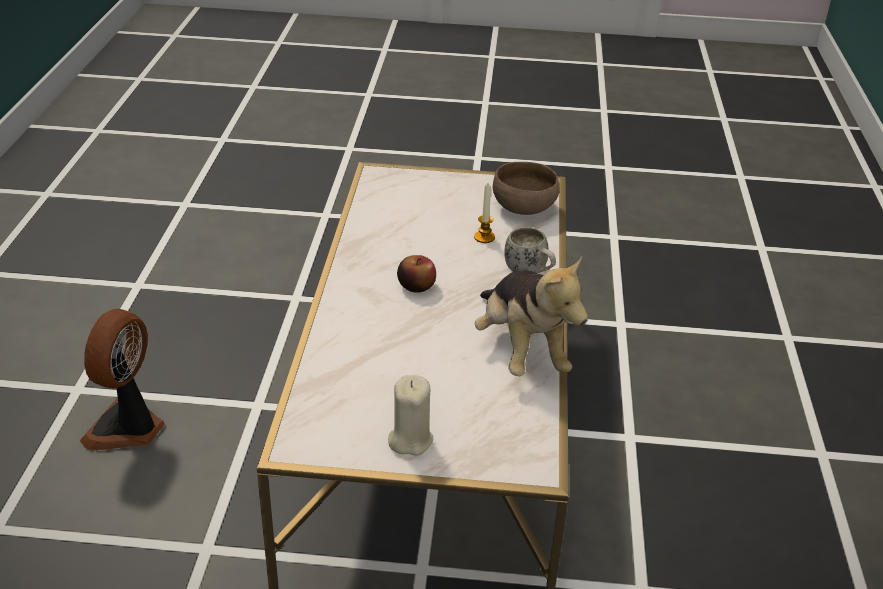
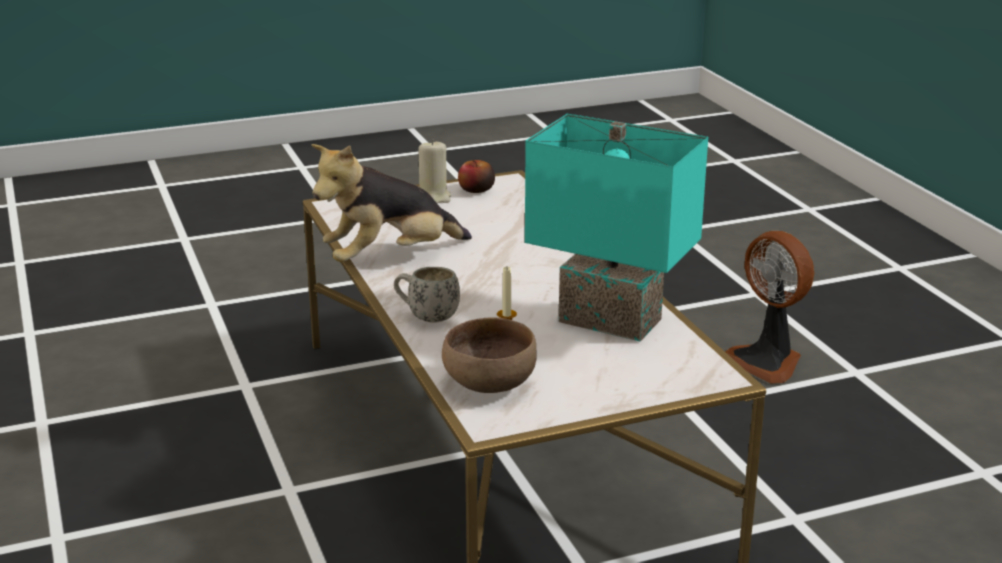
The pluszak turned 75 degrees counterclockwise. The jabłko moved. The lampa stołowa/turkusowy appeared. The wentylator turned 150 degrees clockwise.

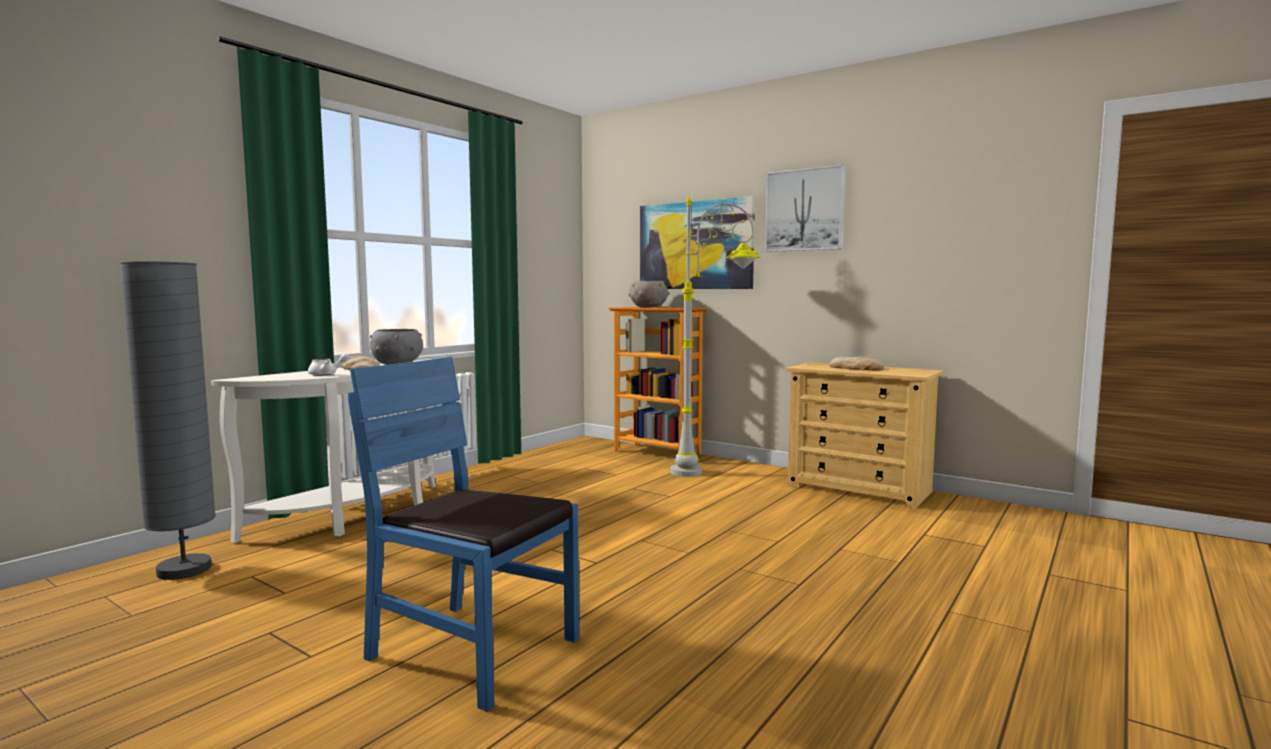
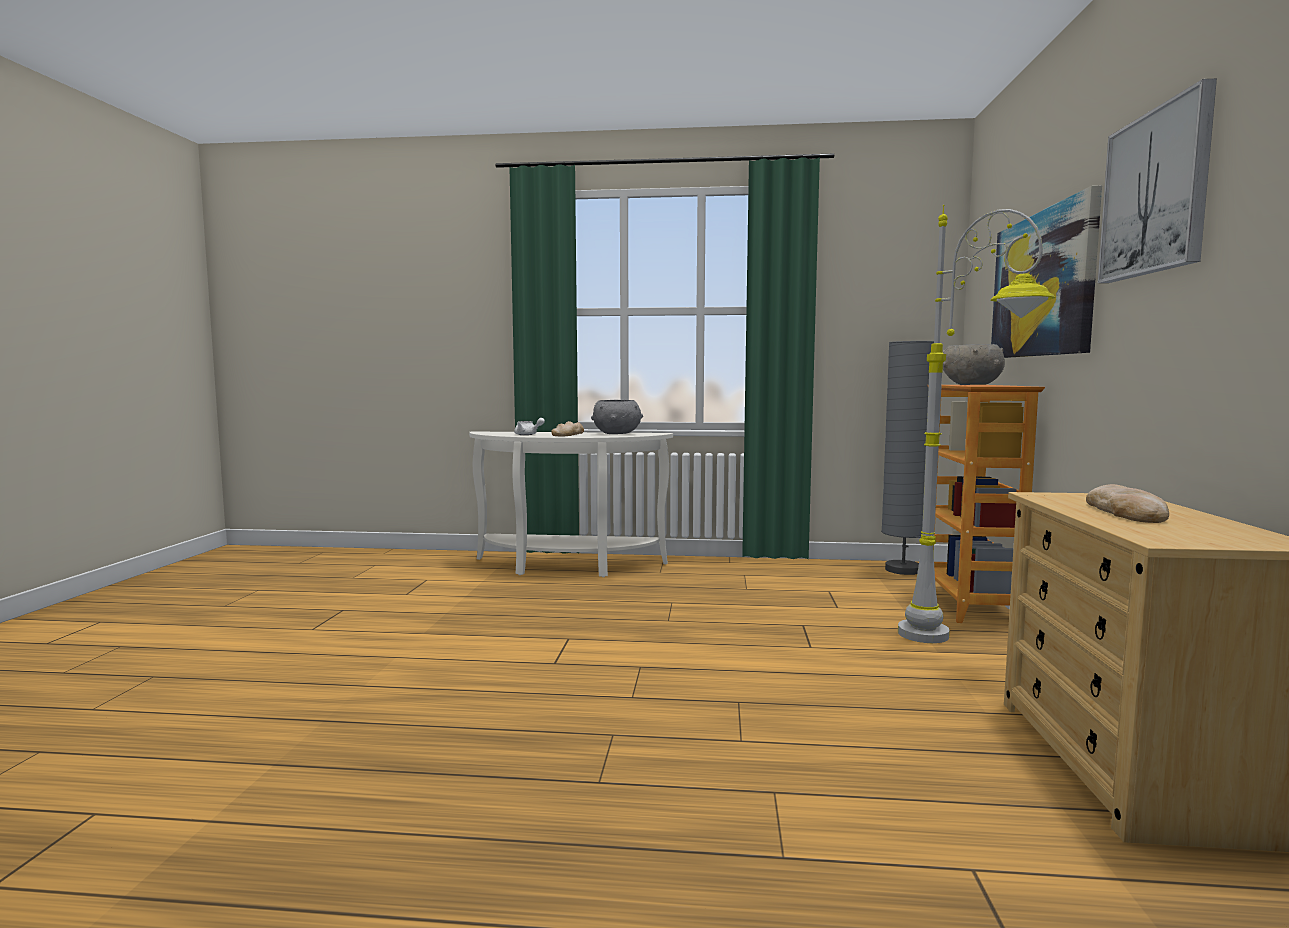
The lampa stojąca/szary (no. 1 from left) moved. The krzesło/niebieski disappeared.

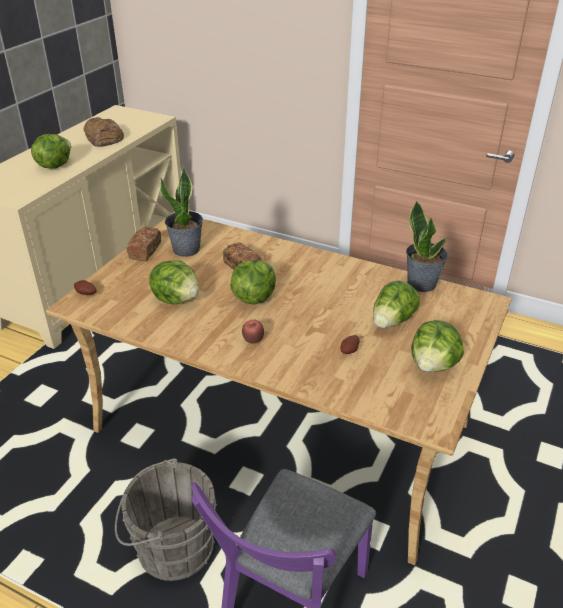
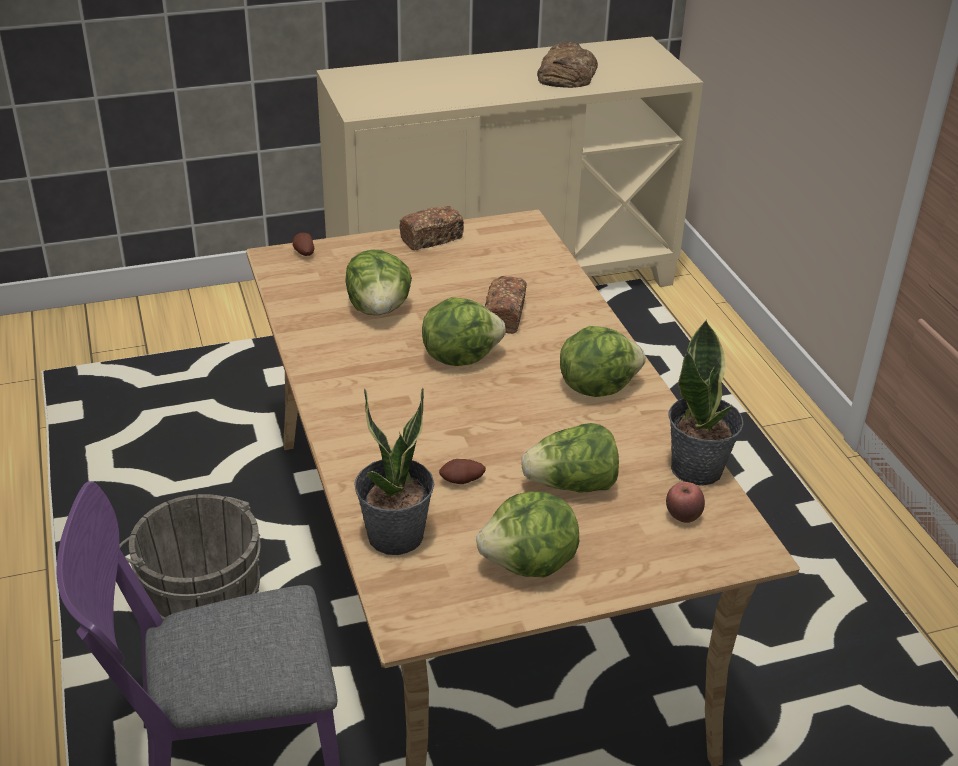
The roślina doniczkowa (no. 1 from left) moved. The sałata (no. 1 from left in the first image) moved. The jabłko moved.

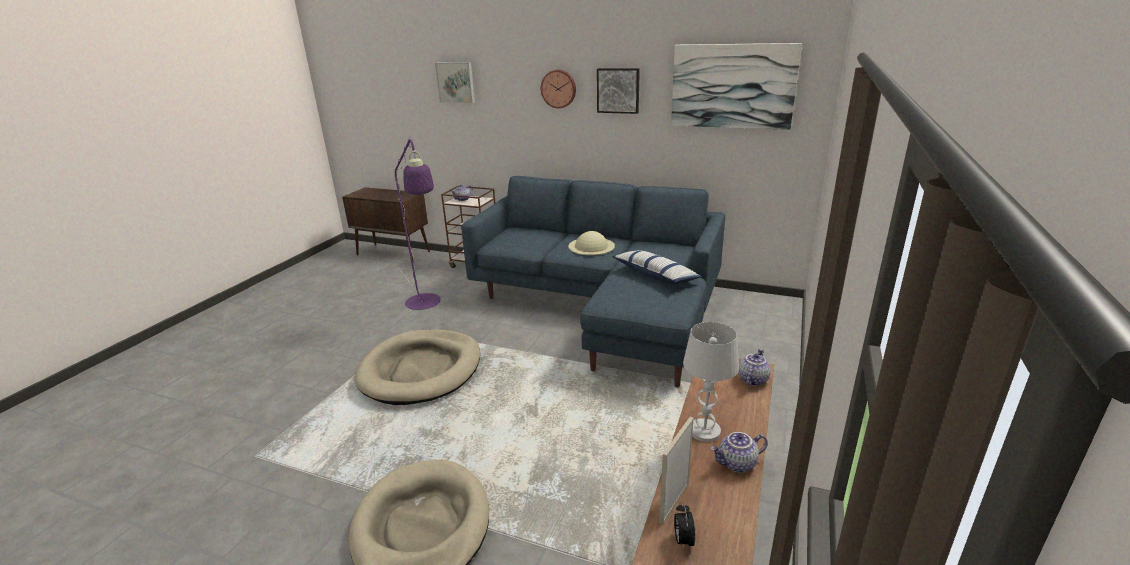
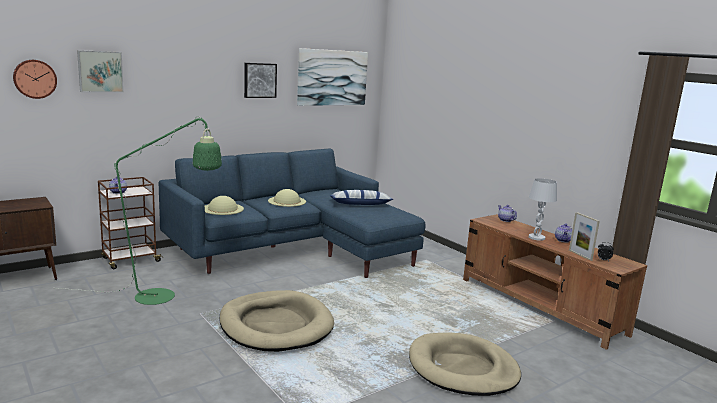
The zegar ścienny moved. The lampa stojąca/fioletowy became the lampa stojąca/zielony. The kapelusz/beżowy (no. 1 from left) appeared.

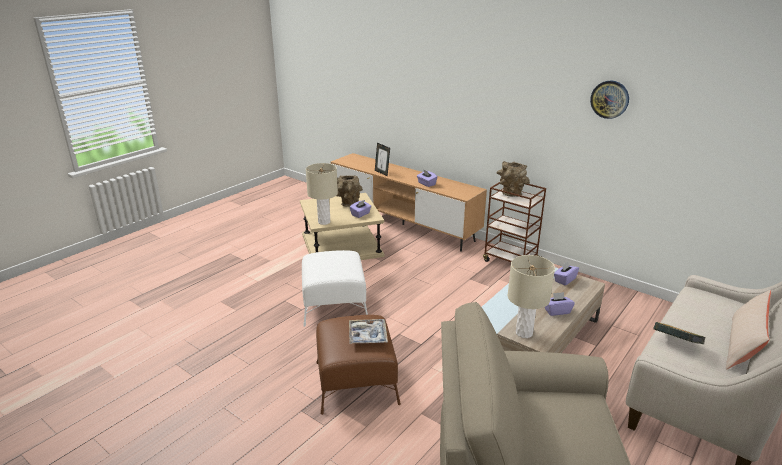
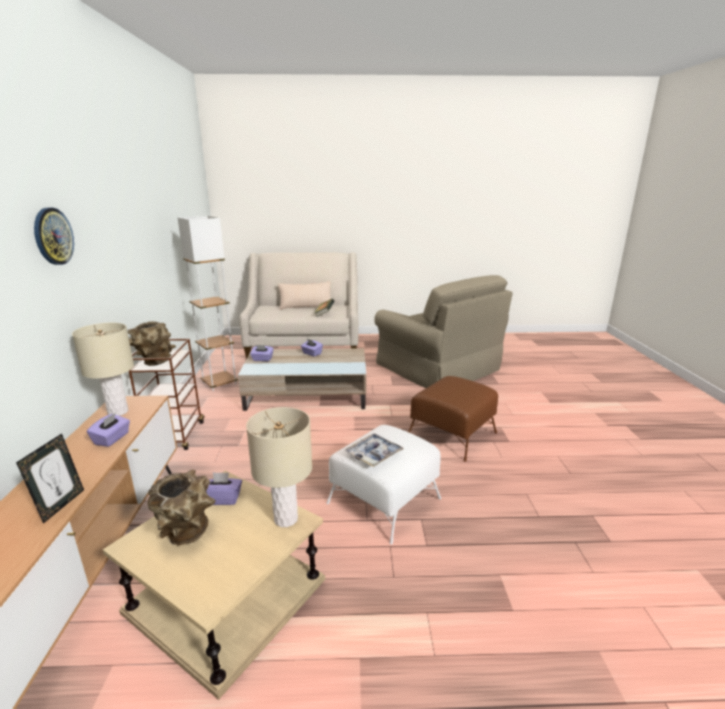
The zegar ścienny moved. The lampa stołowa/beżowy (no. 2 from left in the first image) moved. The lampa stojąca/biały appeared. The taca moved.

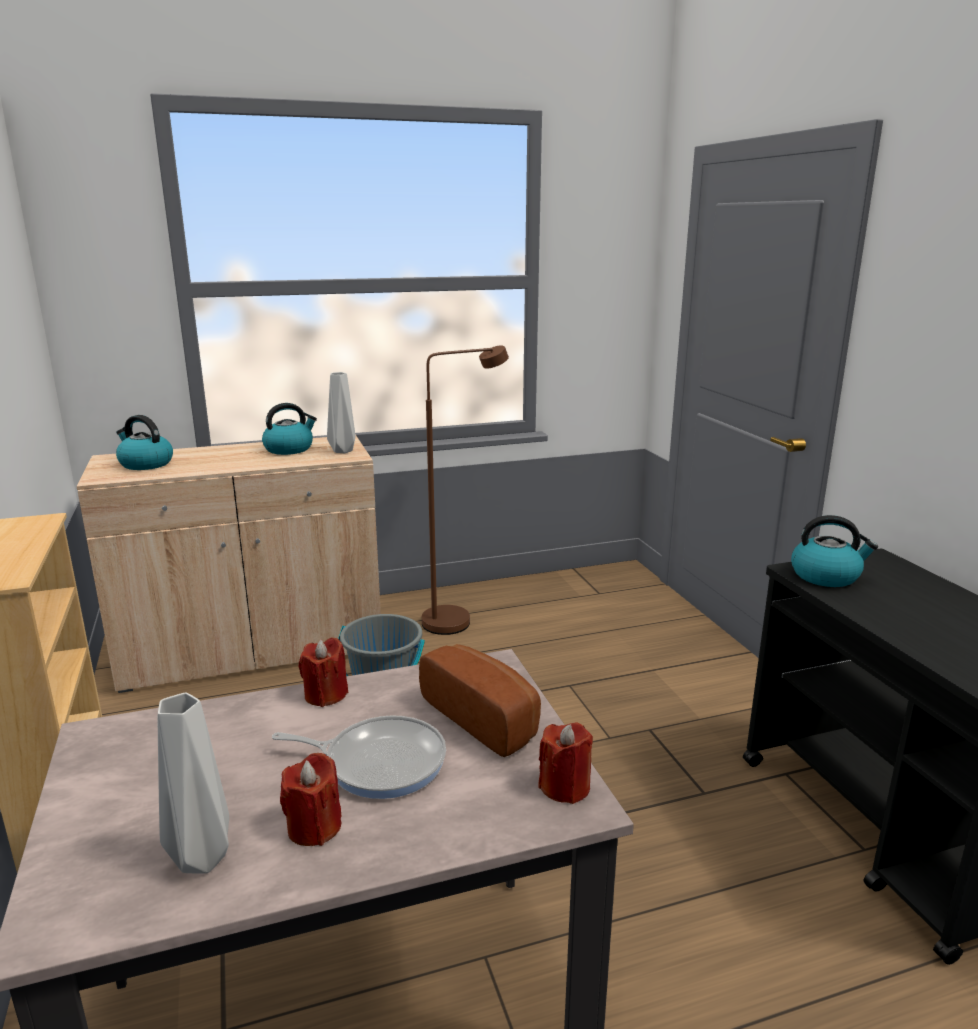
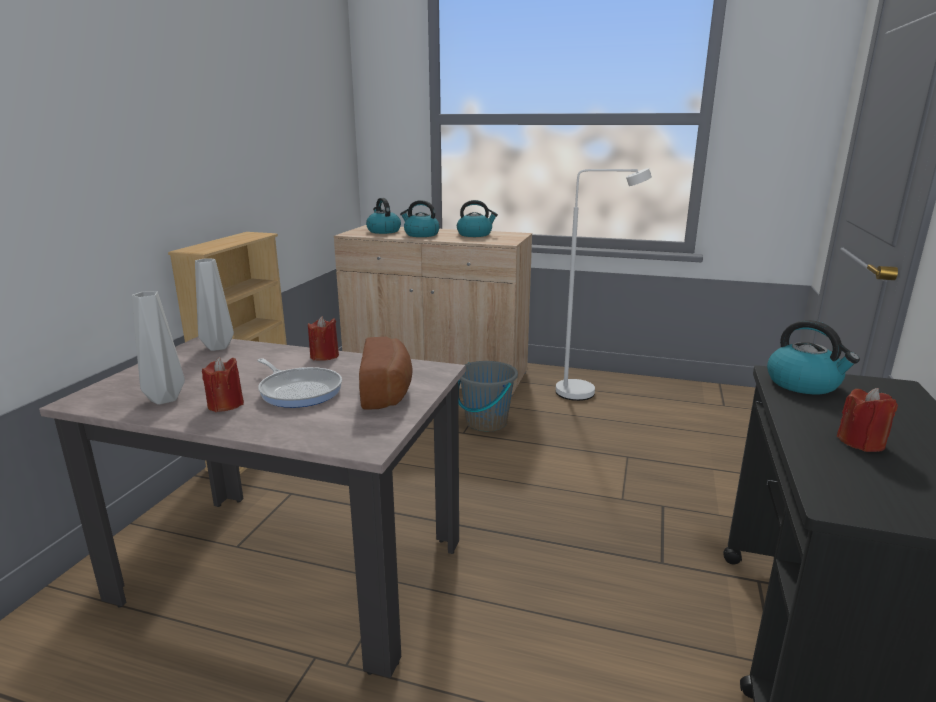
The wazon/szary (no. 2 from left) moved. The czajnik (no. 2 from left) appeared. The lampa stojąca/brązowy became the lampa stojąca/biały. The świeca/czerwony (no. 3 from left) moved.

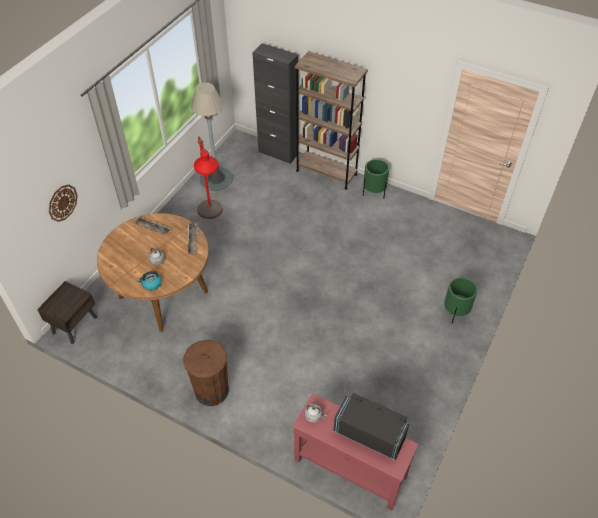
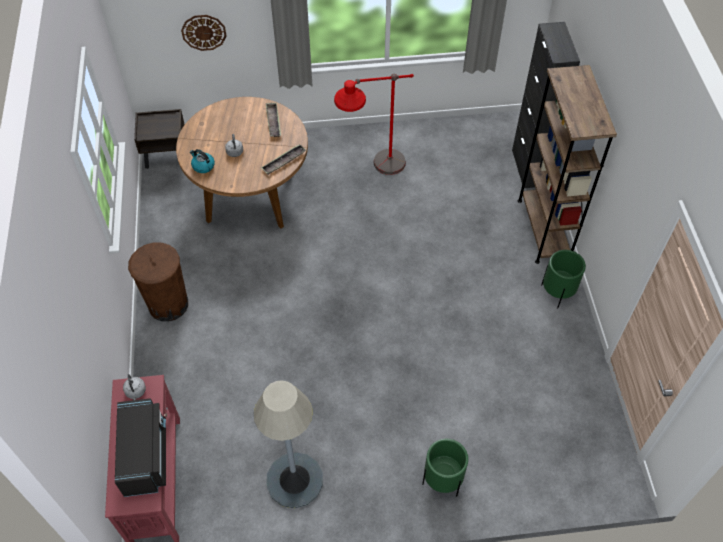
The lampa stojąca/szary moved.

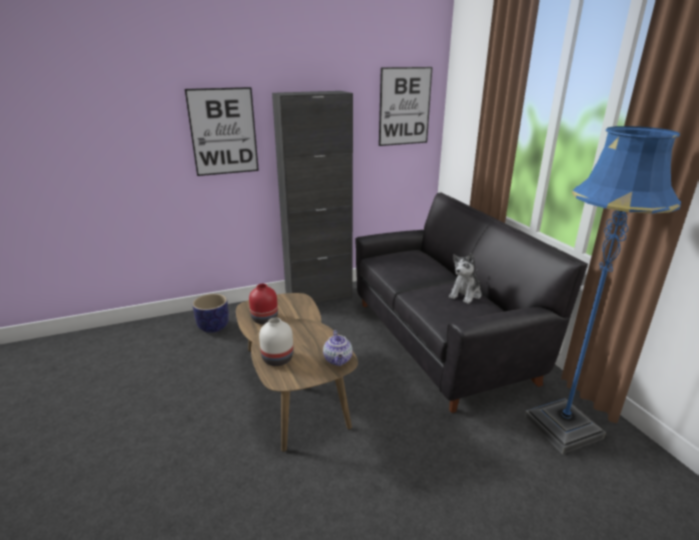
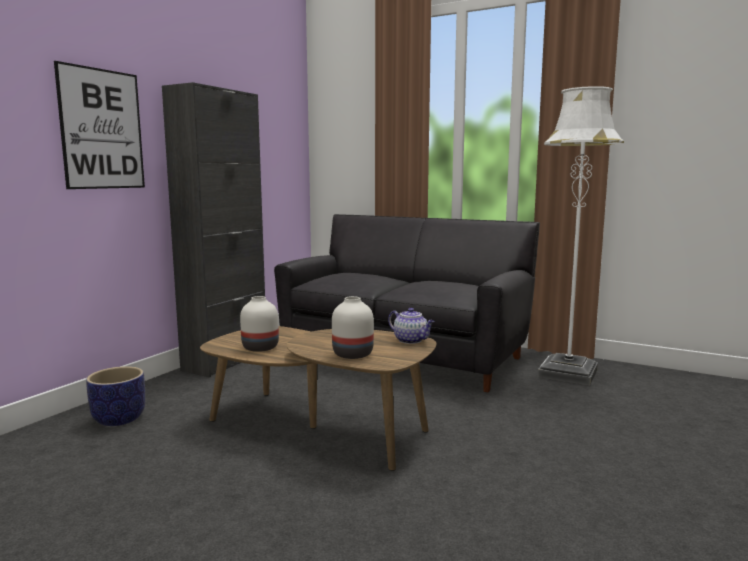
The wazon/czerwony became the wazon/biały (no. 1 from left). The lampa stojąca/niebieski became the lampa stojąca/biały. The obraz (no. 2 from left) disappeared. The pluszak disappeared.

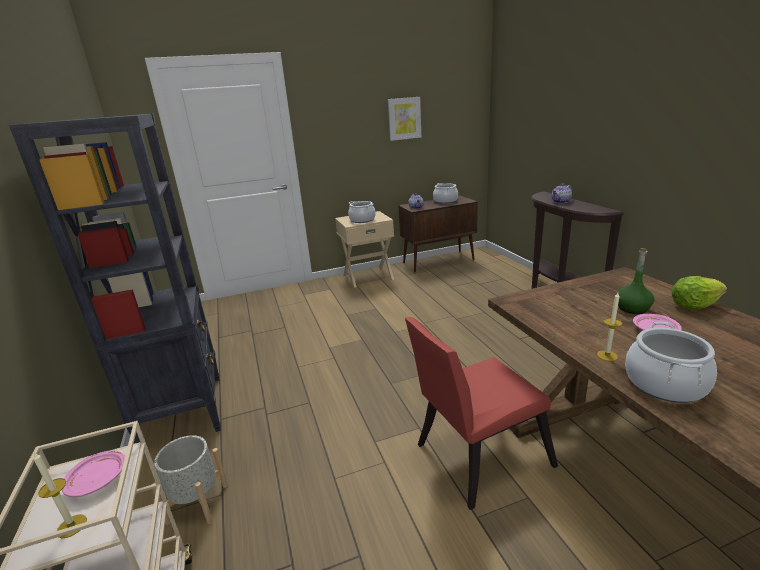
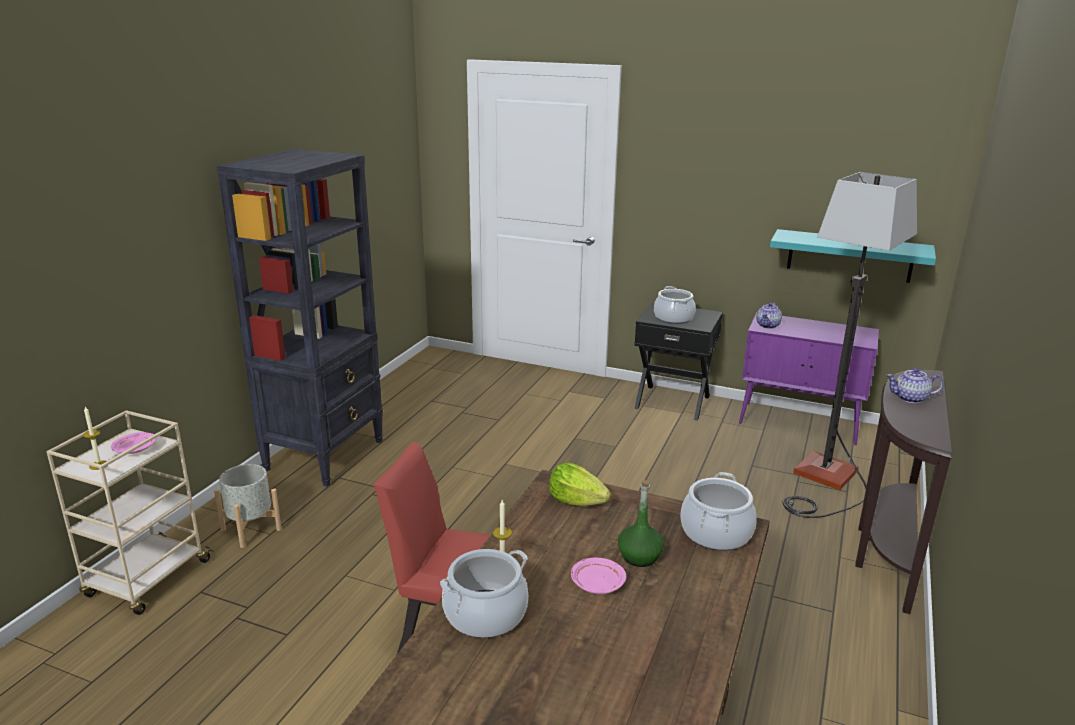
The sałata moved. The szafka nocna/beżowy became the szafka nocna/czarny. The garnek (no. 2 from left in the first image) moved. The szafka/brązowy became the szafka/fioletowy. The półka/turkusowy appeared. The lampa stojąca appeared. The obraz disappeared.

